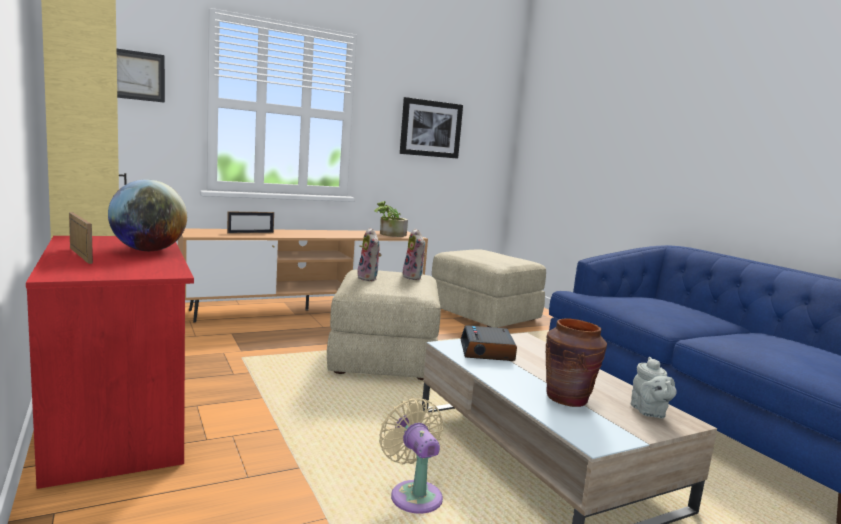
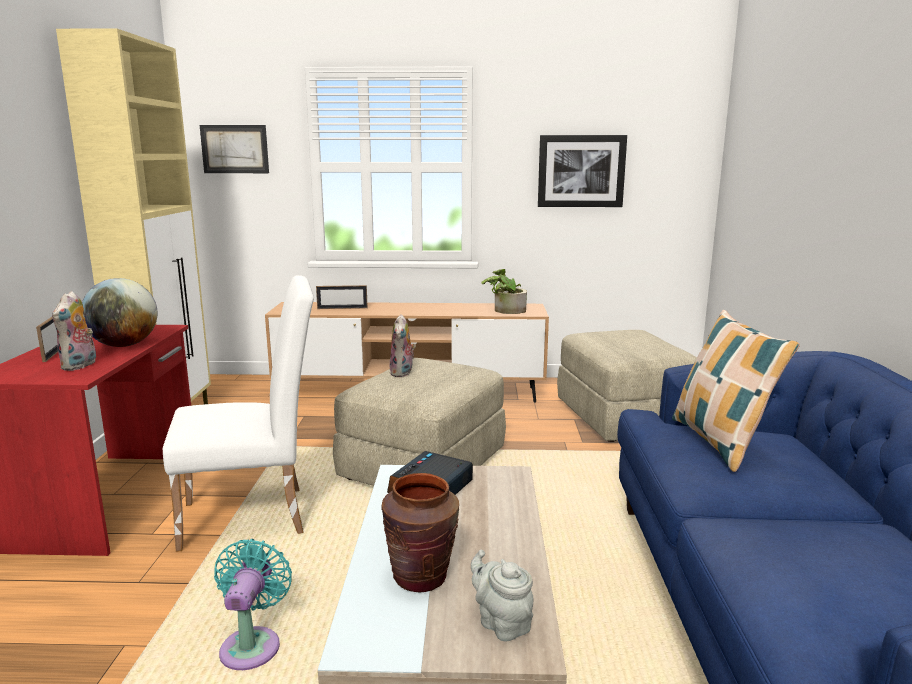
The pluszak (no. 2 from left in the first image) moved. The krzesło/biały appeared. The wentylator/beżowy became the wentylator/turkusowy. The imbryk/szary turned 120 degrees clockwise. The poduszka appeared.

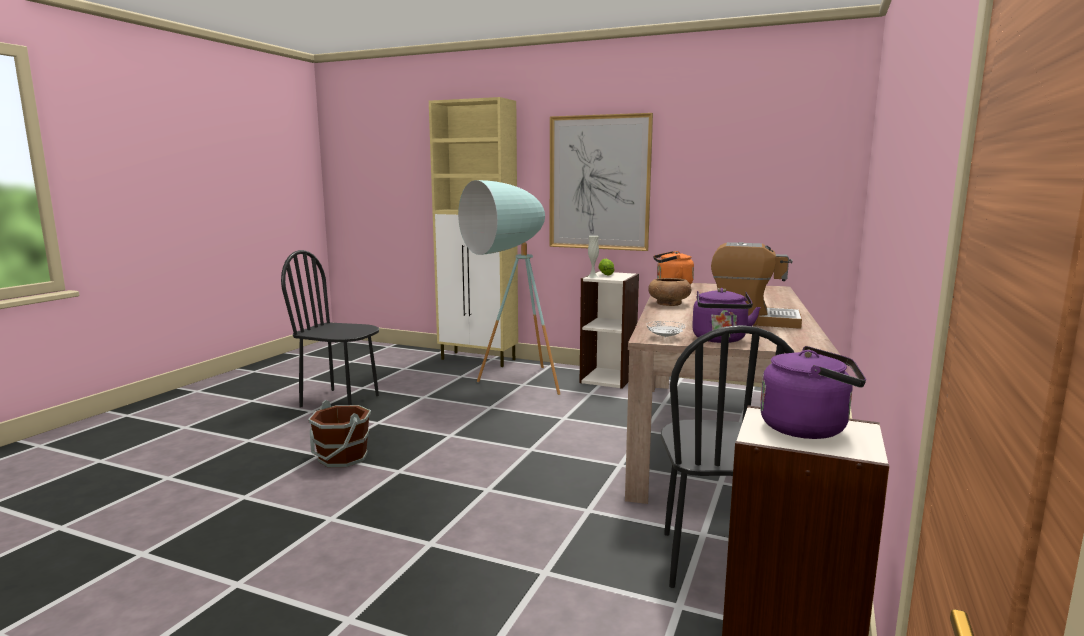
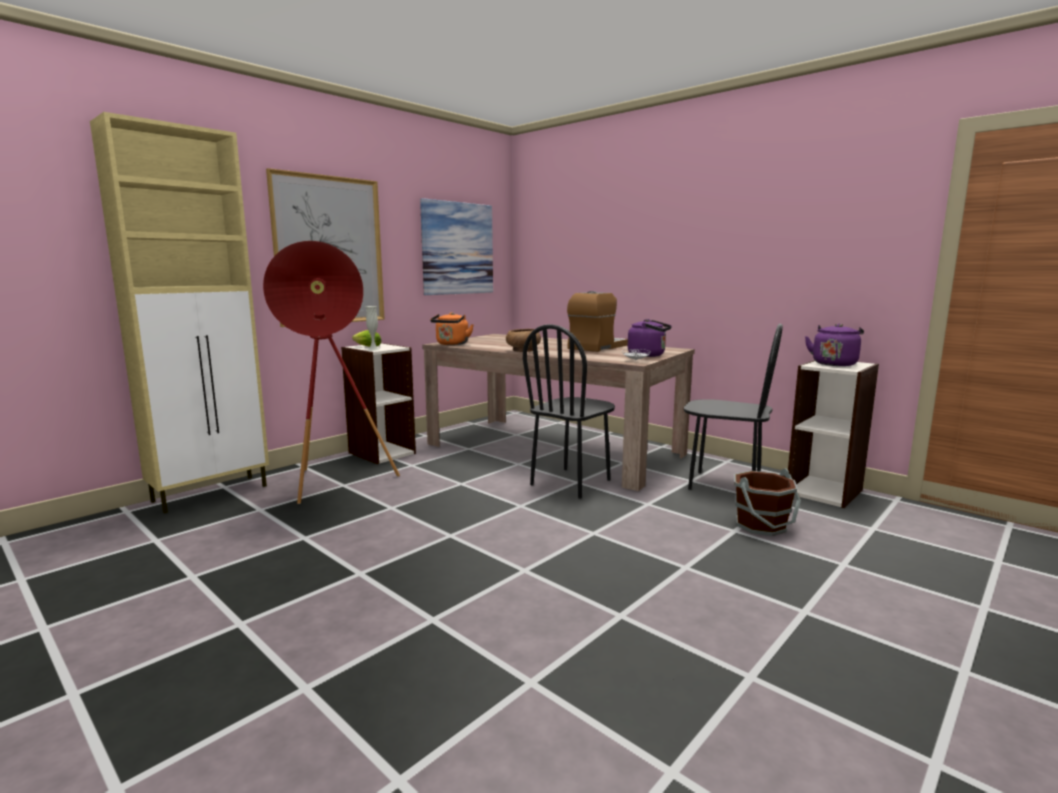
The lampa stojąca/turkusowy became the lampa stojąca/czerwony. The obraz (no. 2 from left) appeared. The krzesło/czarny (no. 1 from left) moved. The wiadro/brązowy moved.

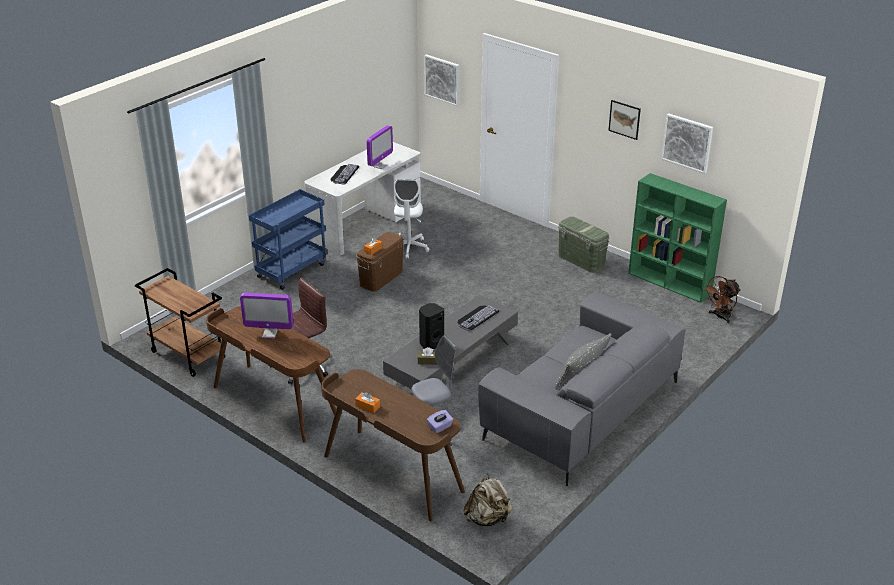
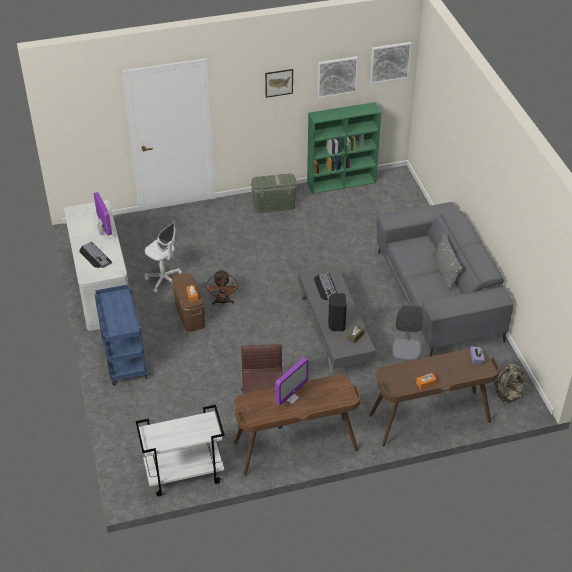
The wózek/brązowy became the wózek/biały. The wentylator/brązowy moved. The obraz (no. 1 from left in the first image) moved.

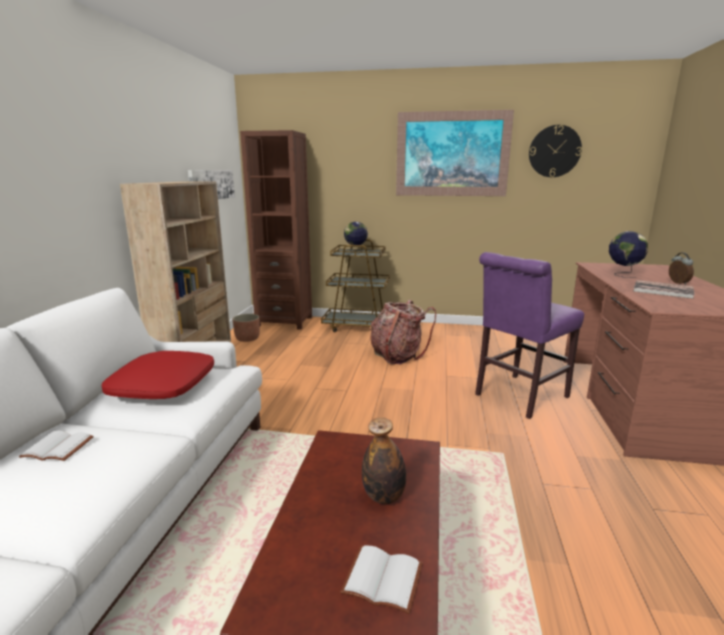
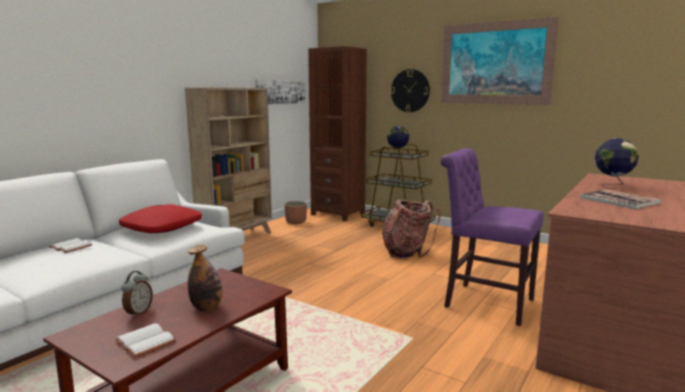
The budzik moved. The zegar ścienny moved. The krzesło/fioletowy turned 45 degrees clockwise.

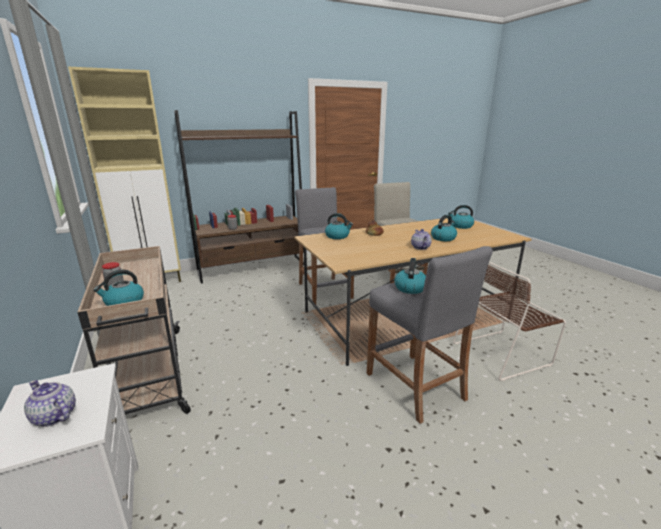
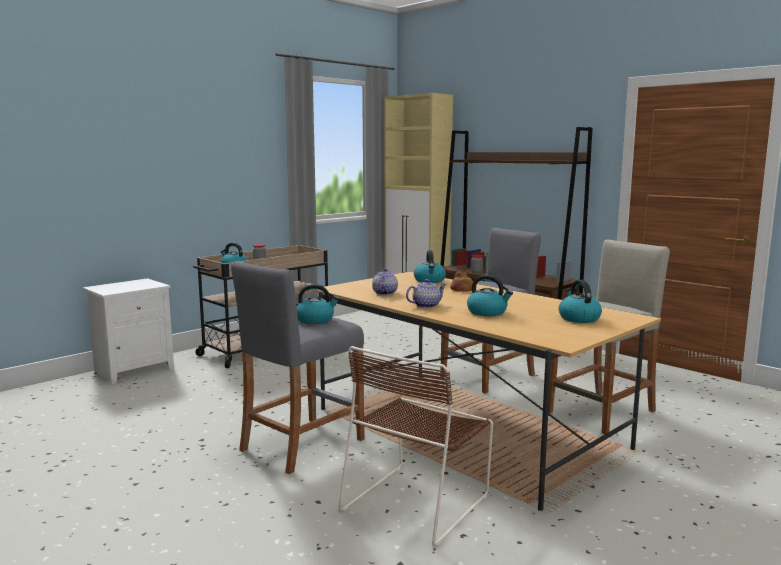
The krzesło/brązowy turned 105 degrees counterclockwise. The imbryk (no. 1 from left) moved.

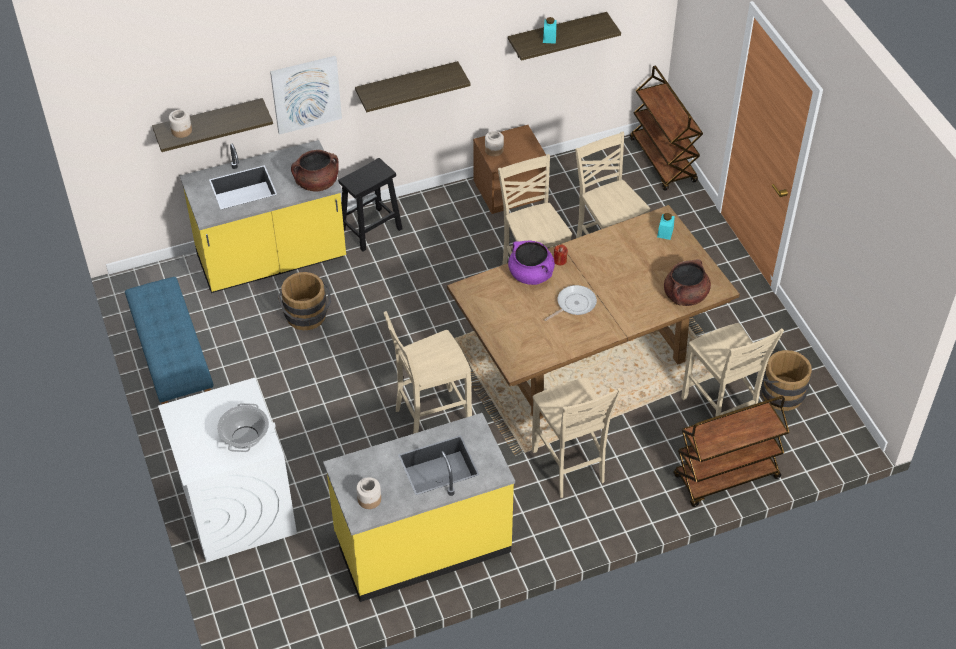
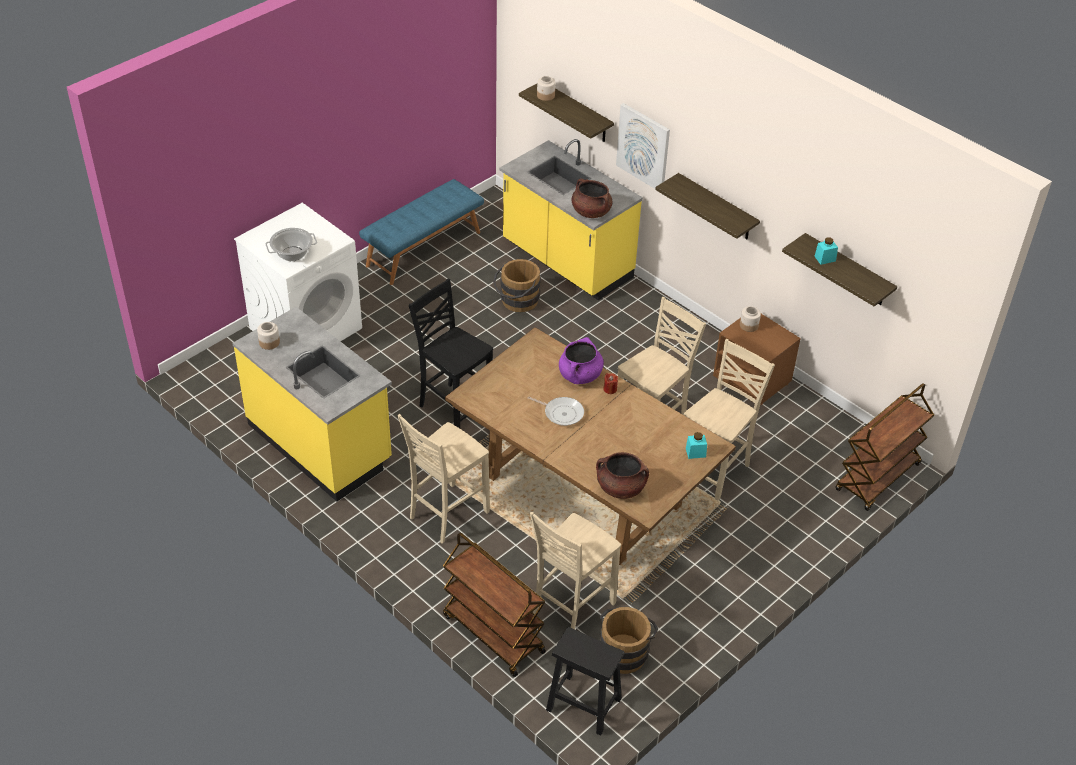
The krzesło/beżowy (no. 1 from left) became the krzesło/czarny. The stołek/czarny moved.

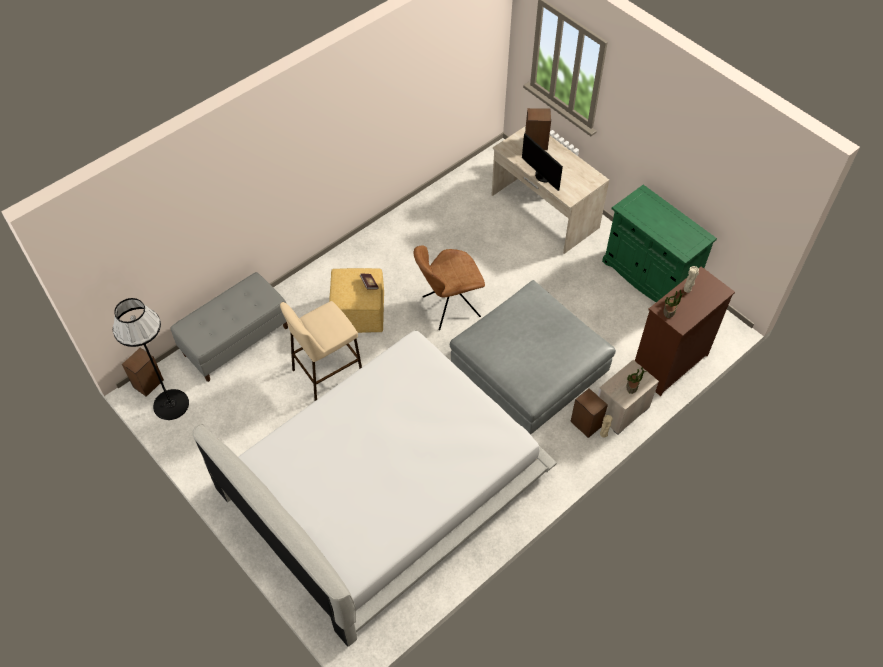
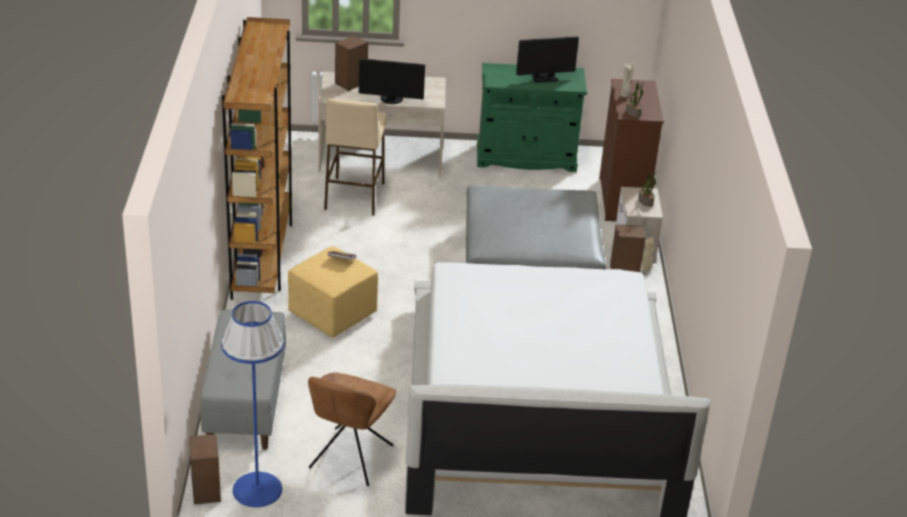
The lampa stojąca/czarny became the lampa stojąca/niebieski. The regał/brązowy appeared. The krzesło/brązowy moved. The stołek/beżowy moved. The monitor (no. 2 from left) appeared.

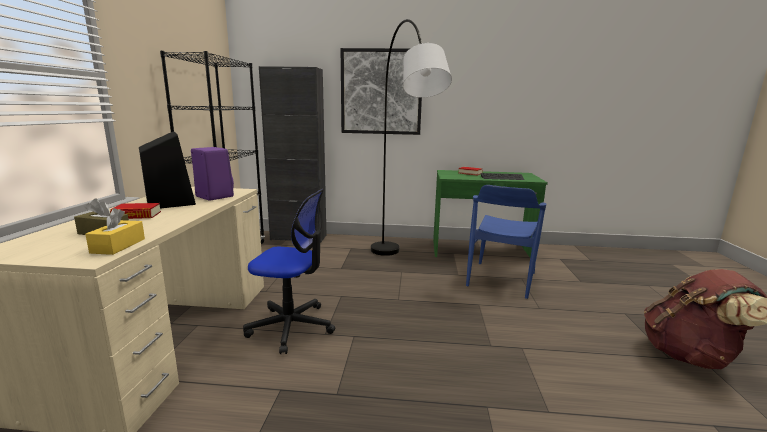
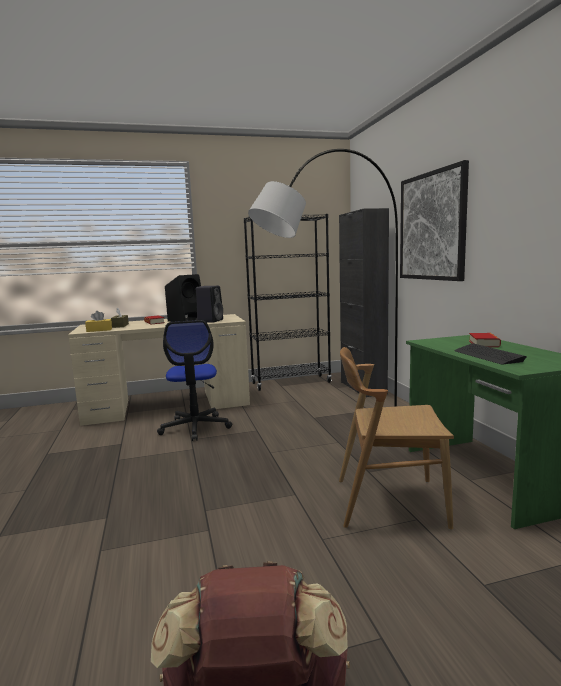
The głośnik/fioletowy became the głośnik/czarny (no. 2 from left). The krzesło/niebieski became the krzesło/brązowy.

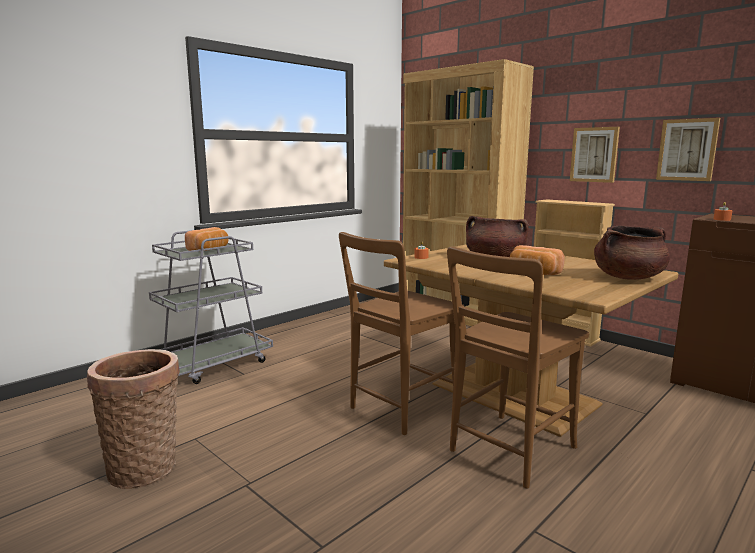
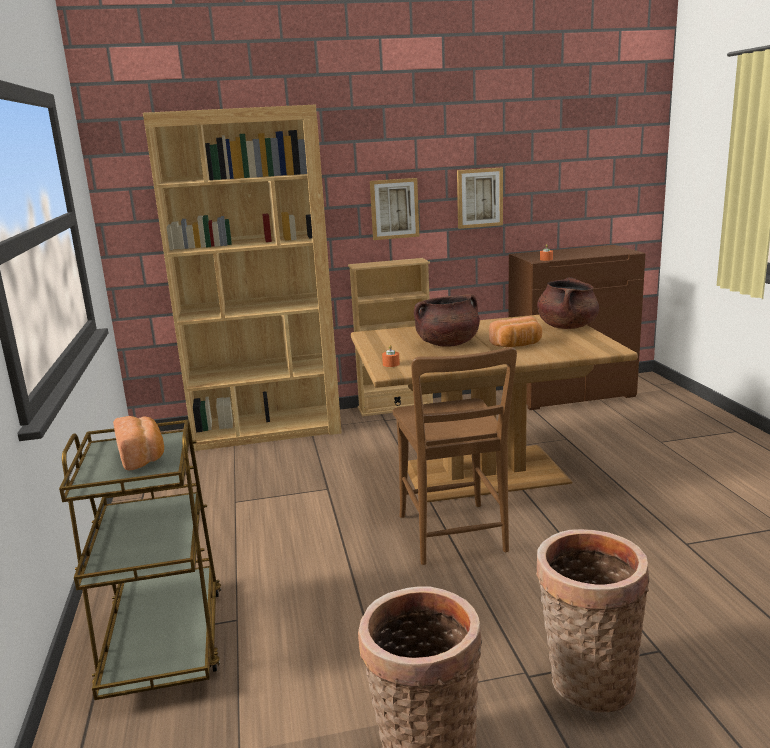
The wózek/szary became the wózek/brązowy. The koszyk (no. 2 from left) appeared. The krzesło/brązowy (no. 2 from left) disappeared.

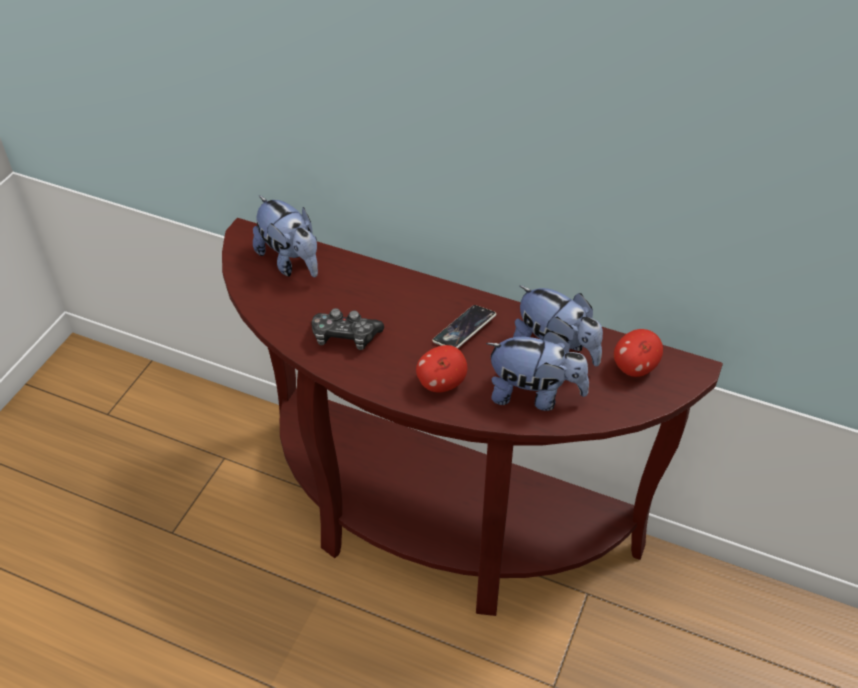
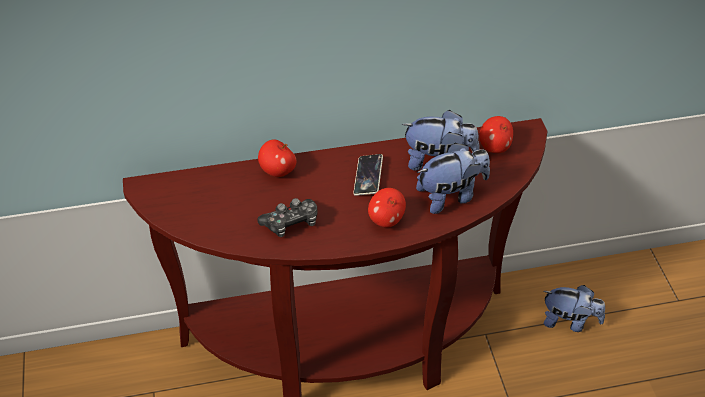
The jabłko (no. 1 from left) appeared. The pluszak (no. 1 from left in the first image) moved.

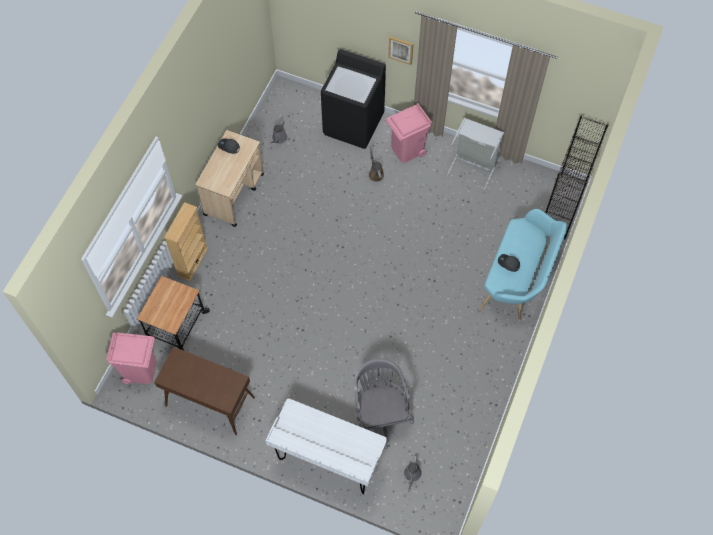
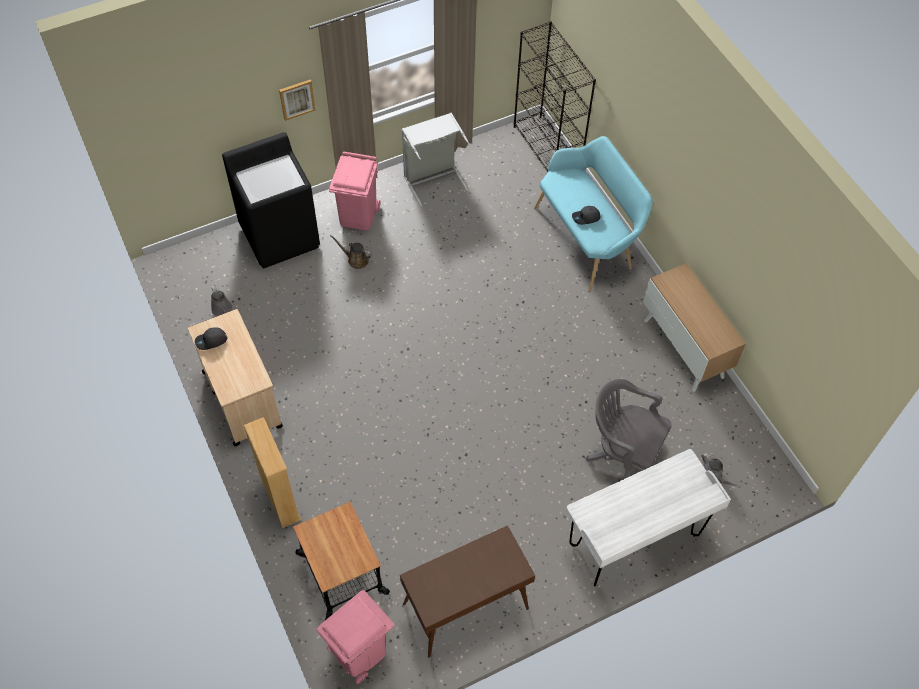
The szafka appeared.

